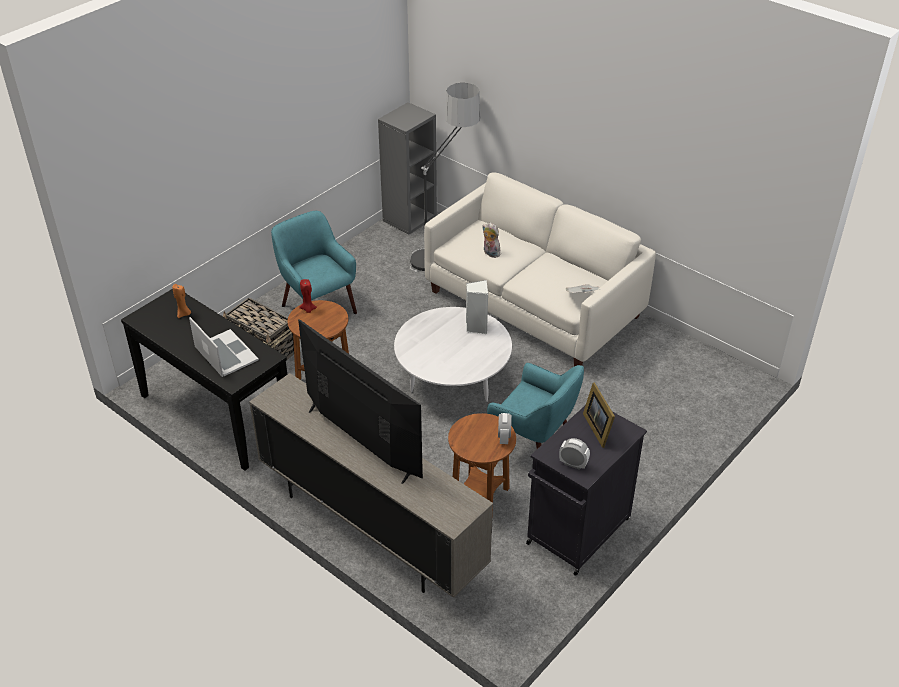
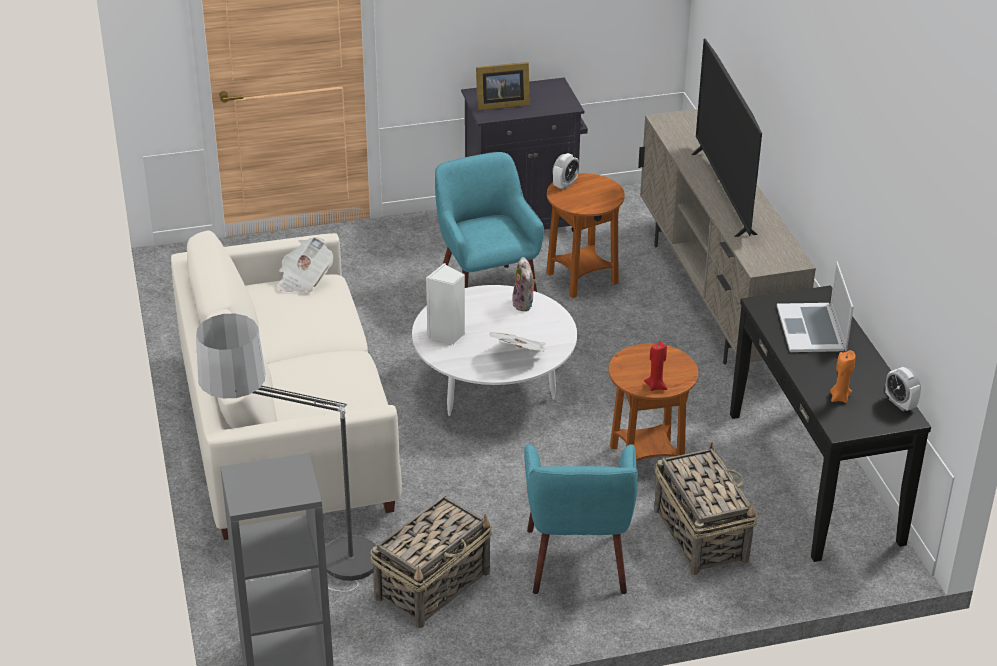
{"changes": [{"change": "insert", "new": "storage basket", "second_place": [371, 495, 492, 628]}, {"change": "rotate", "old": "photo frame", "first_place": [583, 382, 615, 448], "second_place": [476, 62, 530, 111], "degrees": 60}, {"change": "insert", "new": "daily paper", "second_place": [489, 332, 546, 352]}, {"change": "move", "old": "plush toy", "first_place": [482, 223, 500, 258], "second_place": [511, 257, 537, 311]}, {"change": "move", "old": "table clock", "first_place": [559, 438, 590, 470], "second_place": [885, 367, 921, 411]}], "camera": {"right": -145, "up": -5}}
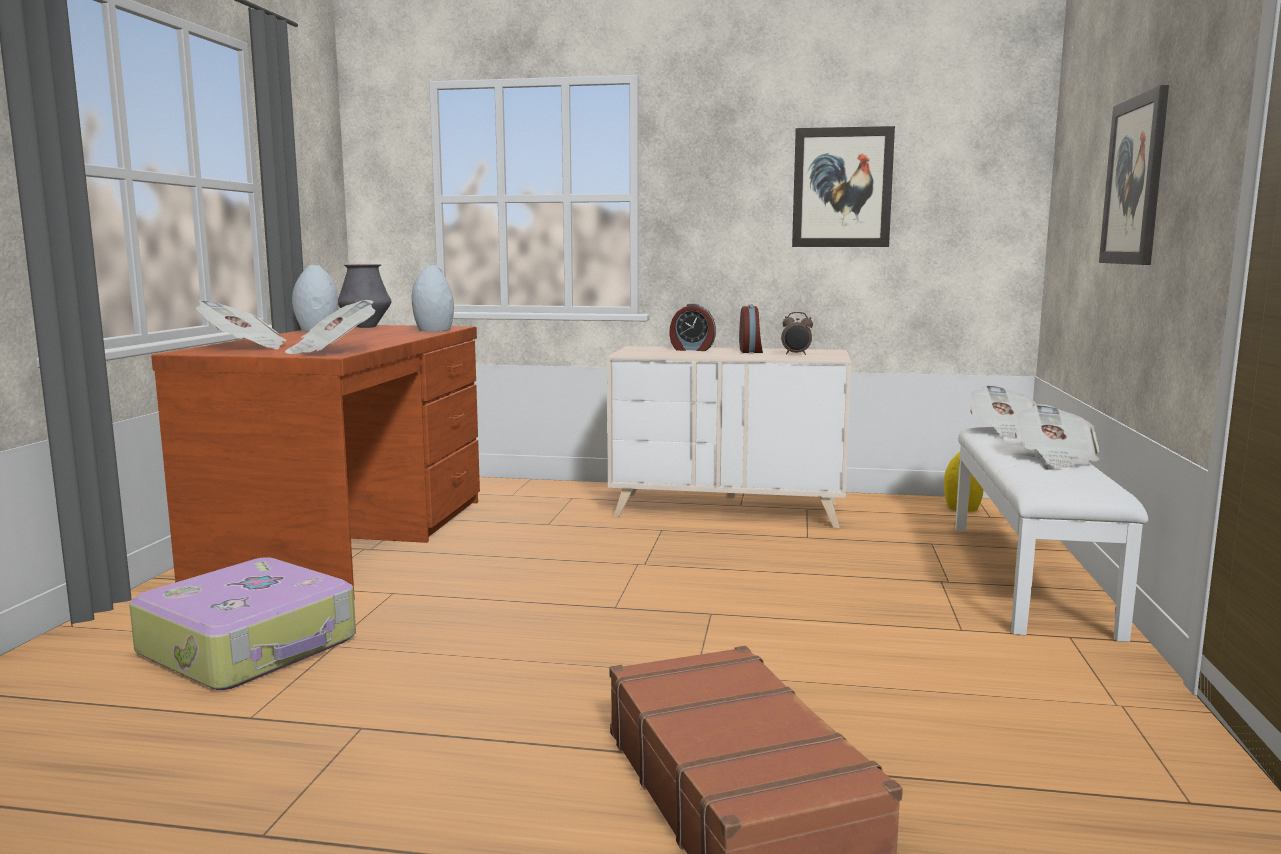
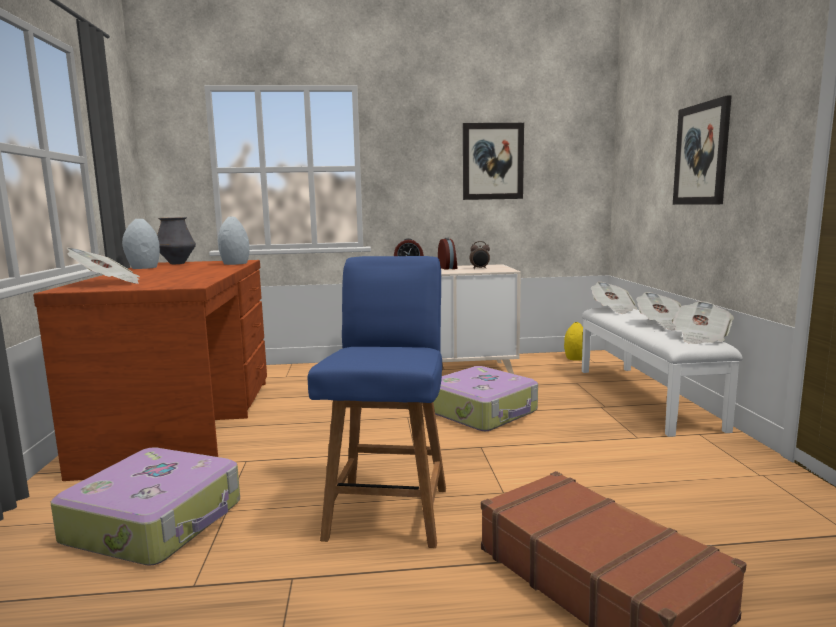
{"changes": [{"change": "insert", "new": "blue chair", "second_place": [308, 256, 446, 548]}, {"change": "insert", "new": "piece of luggage", "second_place": [433, 366, 538, 431]}, {"change": "move", "old": "daily paper", "first_place": [285, 300, 375, 354], "second_place": [672, 301, 734, 344]}], "camera": {"right": -15, "up": 0}}
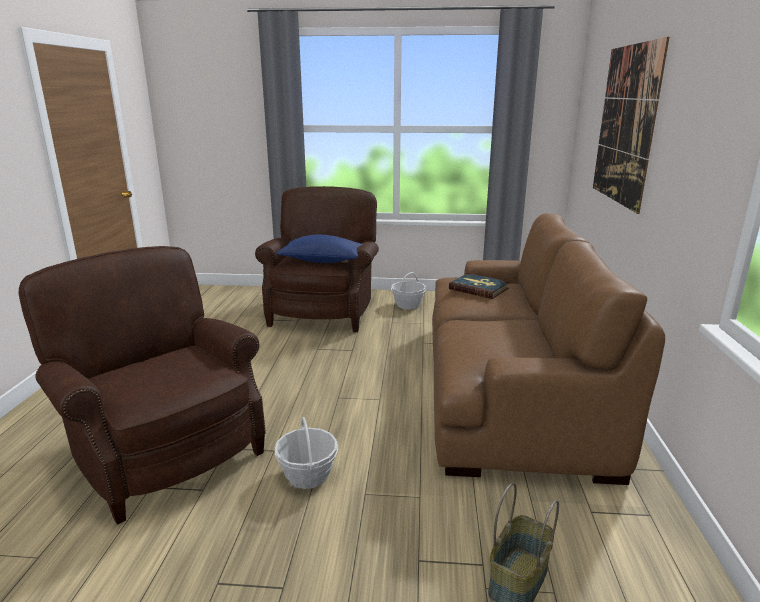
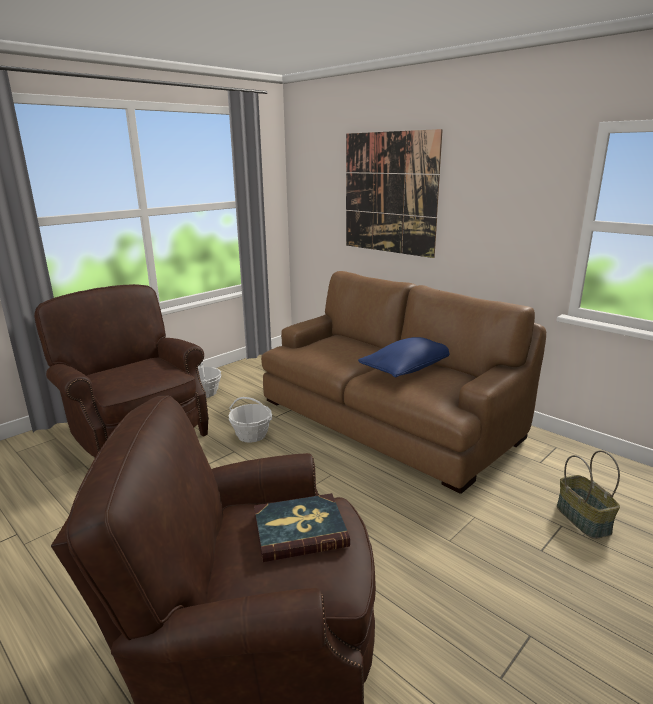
{"changes": [{"change": "move", "old": "storage basket", "first_place": [275, 417, 338, 489], "second_place": [229, 397, 272, 443]}, {"change": "move", "old": "volume", "first_place": [449, 273, 509, 299], "second_place": [254, 493, 350, 562]}, {"change": "move", "old": "blue pillow", "first_place": [276, 235, 363, 263], "second_place": [358, 337, 449, 378]}], "camera": {"right": -50, "up": 0}}
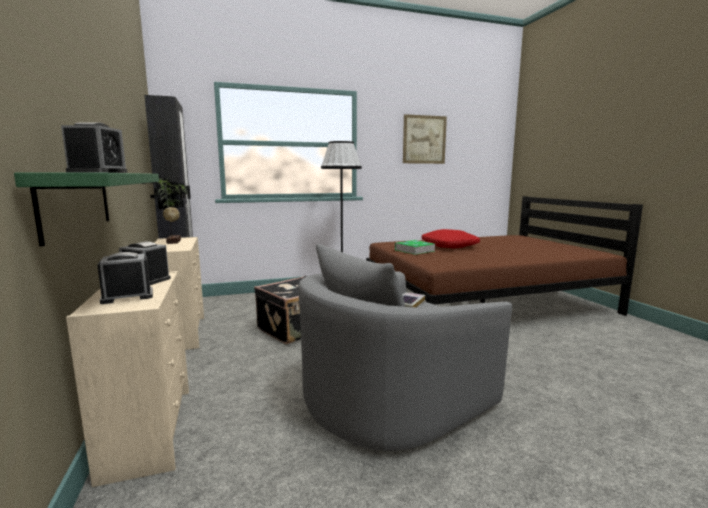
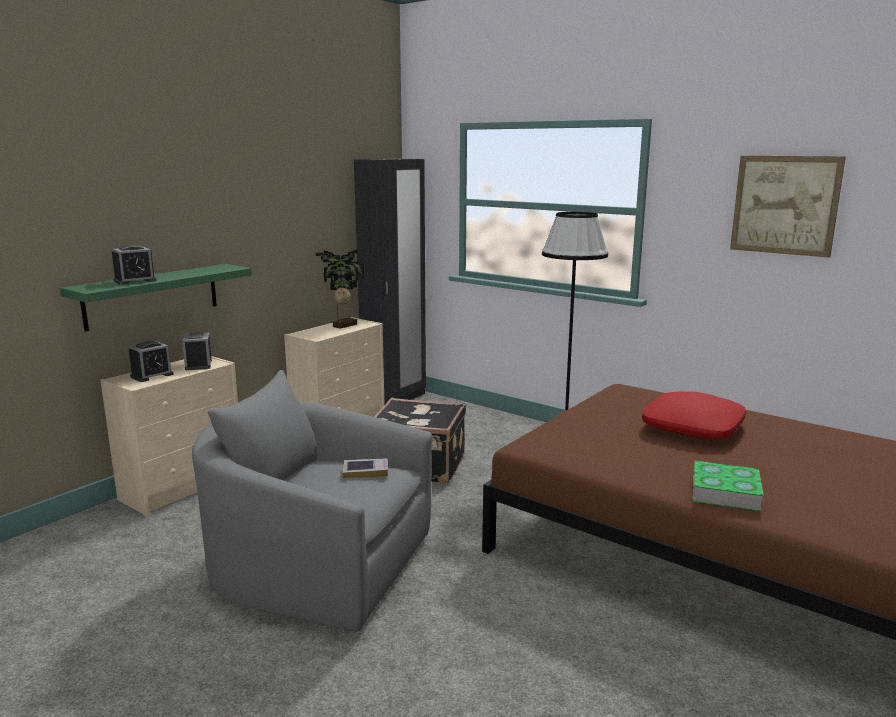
{"changes": [{"change": "rotate", "old": "table clock", "first_place": [97, 252, 153, 304], "second_place": [129, 341, 174, 382], "degrees": 105}, {"change": "move", "old": "volume", "first_place": [395, 240, 435, 255], "second_place": [693, 461, 764, 512]}], "camera": {"right": 55, "up": 5}}
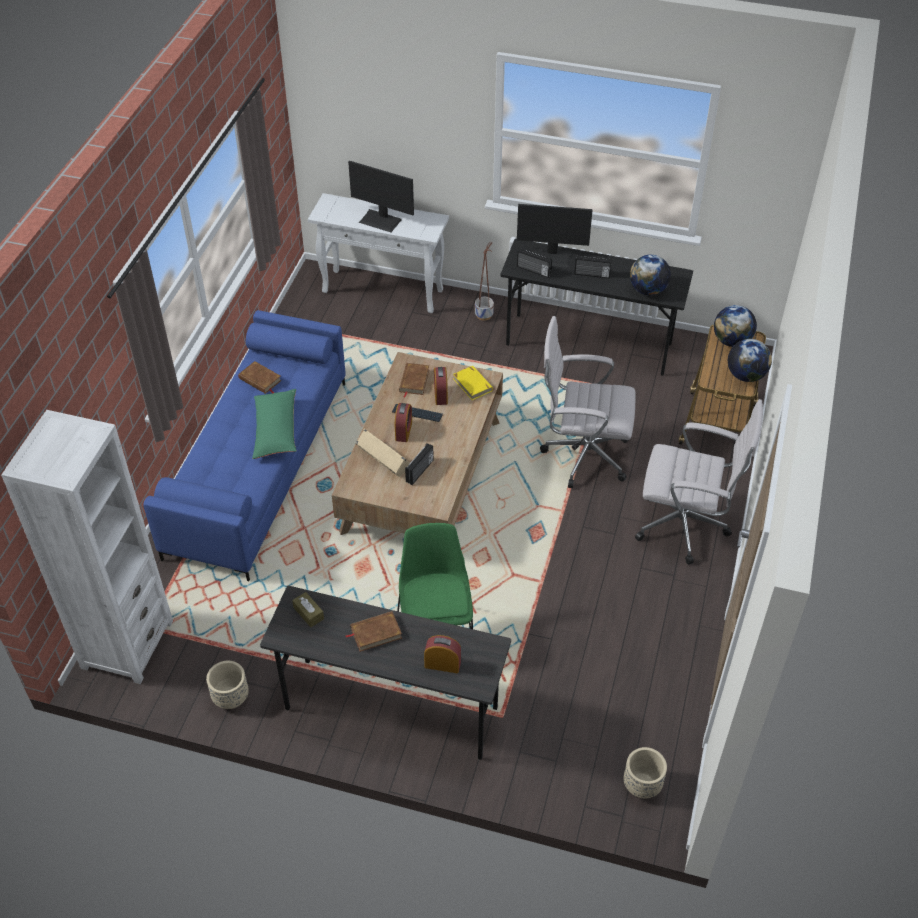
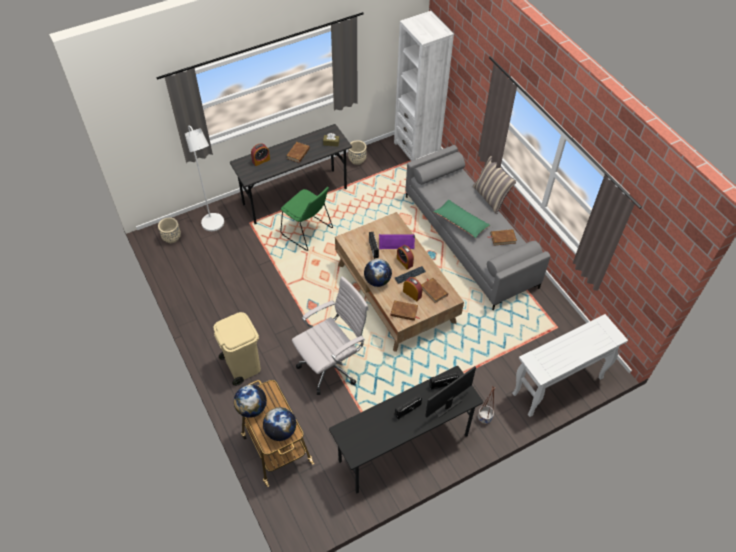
{"changes": [{"change": "insert", "new": "white-coloured floor lamp", "second_place": [185, 126, 224, 231]}, {"change": "replace", "old": "white-coloured computer chair", "new": "sand-coloured trash can", "first_place": [635, 399, 763, 565], "second_place": [213, 312, 261, 386]}, {"change": "move", "old": "desk globe", "first_place": [630, 254, 671, 296], "second_place": [364, 259, 392, 287]}, {"change": "recolor", "old": "sand-coloured speaker", "new": "purplish speaker", "first_place": [356, 428, 410, 477], "second_place": [379, 234, 415, 249]}, {"change": "recolor", "old": "yellowish volume", "new": "brown volume", "first_place": [453, 365, 493, 400], "second_place": [390, 300, 420, 321]}, {"change": "recolor", "old": "blue settee", "new": "greyish settee", "first_place": [143, 310, 346, 581], "second_place": [405, 145, 551, 310]}, {"change": "insert", "new": "pillow", "second_place": [473, 156, 516, 214]}, {"change": "delete", "old": "monitor", "first_place": [348, 161, 414, 232]}], "camera": {"right": 135, "up": 5}}
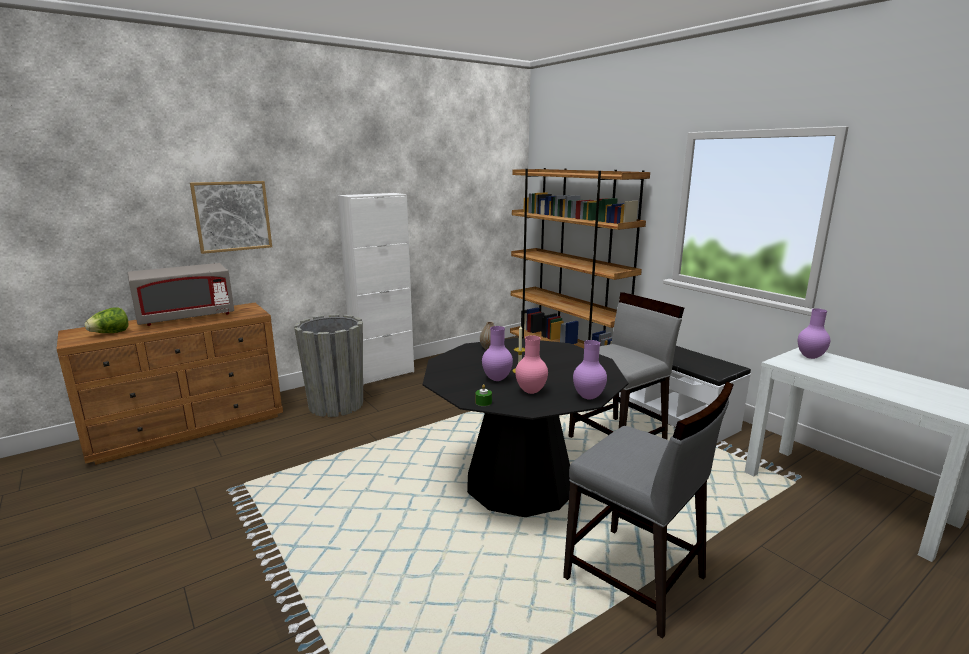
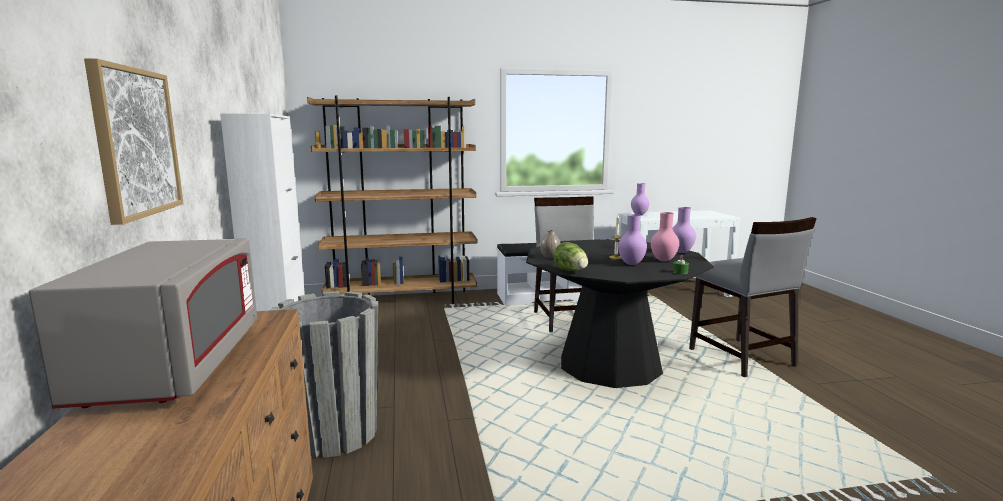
{"changes": [{"change": "move", "old": "lettuce", "first_place": [84, 307, 129, 333], "second_place": [553, 242, 588, 271]}, {"change": "rotate", "old": "greyish chair", "first_place": [563, 381, 734, 638], "second_place": [689, 217, 817, 377], "degrees": 90}], "camera": {"right": -65, "up": -5}}
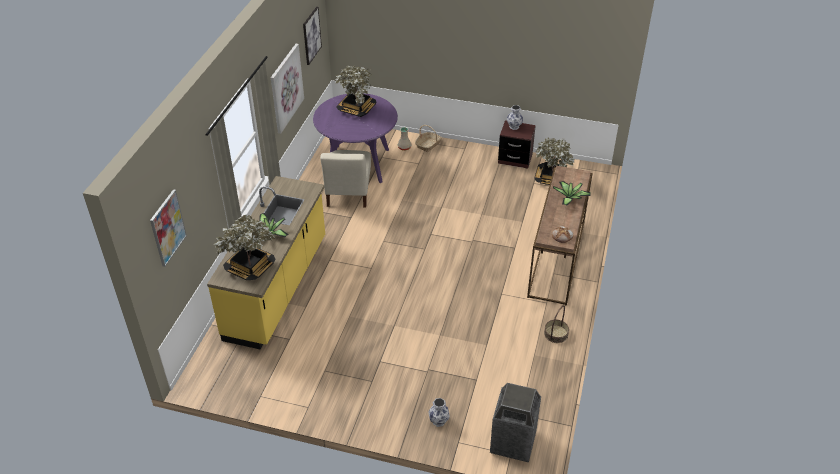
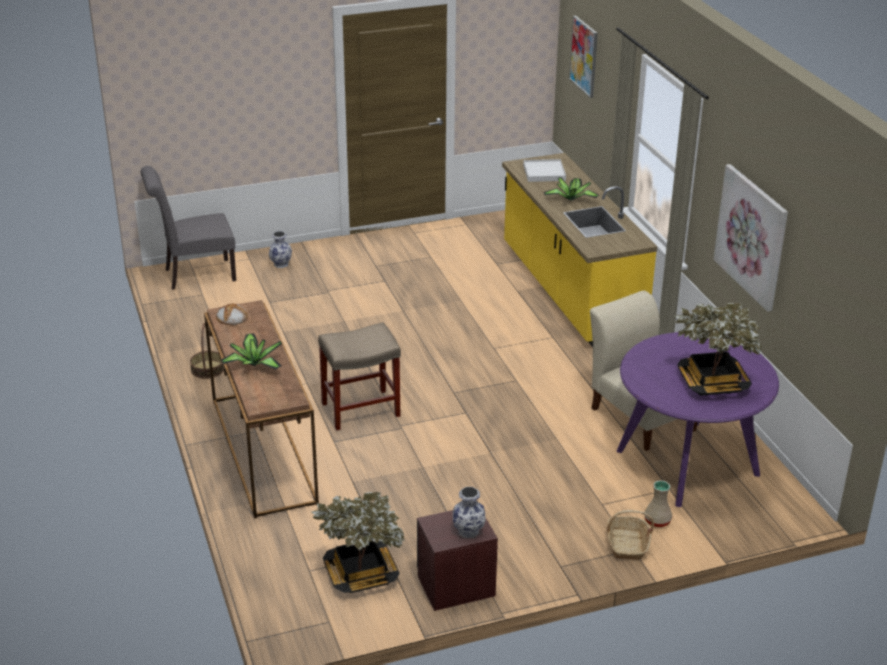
{"changes": [{"change": "replace", "old": "trash can", "new": "greyish chair", "first_place": [490, 383, 541, 462], "second_place": [140, 166, 236, 290]}, {"change": "insert", "new": "sand-coloured stool seat", "second_place": [318, 322, 401, 430]}, {"change": "replace", "old": "houseplant", "new": "white-coloured tray", "first_place": [214, 214, 276, 280], "second_place": [523, 159, 566, 182]}, {"change": "delete", "old": "picture", "first_place": [303, 7, 322, 65]}], "camera": {"right": 145, "up": -10}}
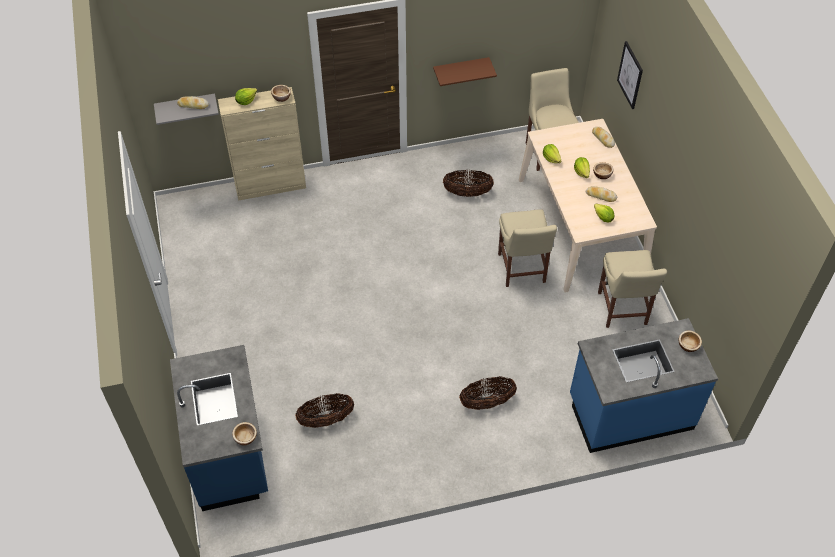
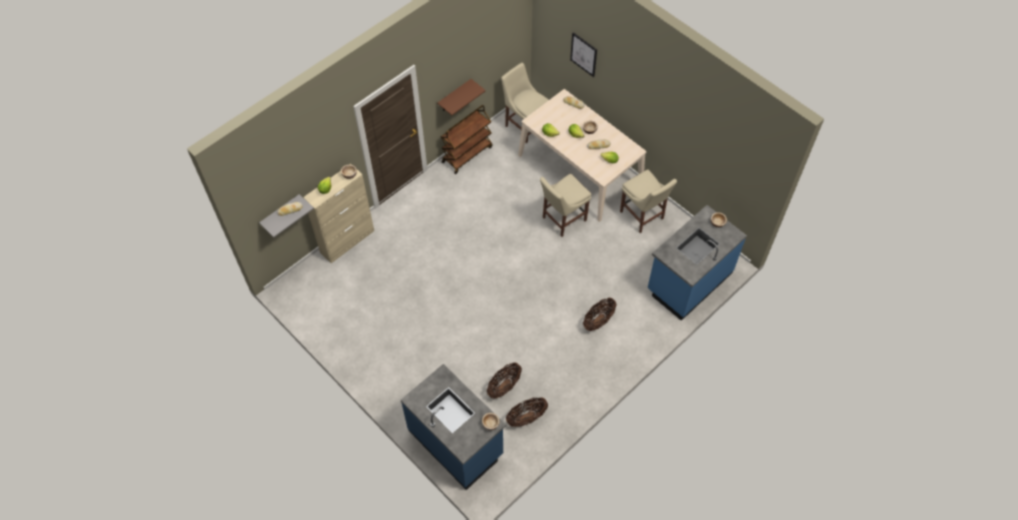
{"changes": [{"change": "insert", "new": "brown wheeled cart", "second_place": [441, 105, 492, 174]}, {"change": "move", "old": "storage basket", "first_place": [443, 170, 494, 197], "second_place": [506, 397, 548, 427]}, {"change": "rotate", "old": "sand-coloured chair", "first_place": [498, 209, 557, 287], "second_place": [540, 174, 591, 237], "degrees": 90}], "camera": {"right": -30, "up": 5}}
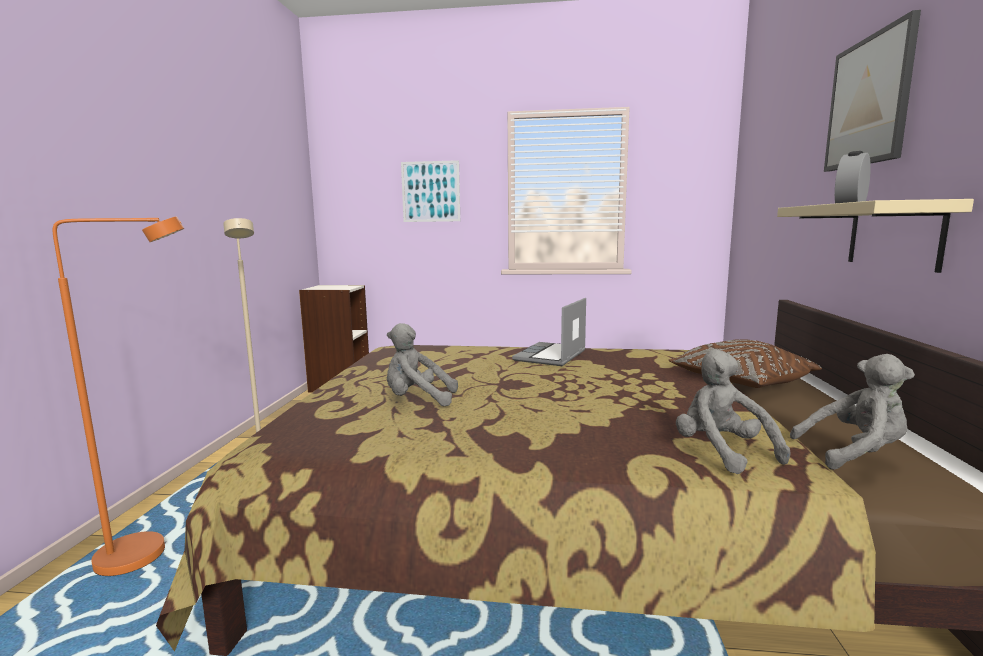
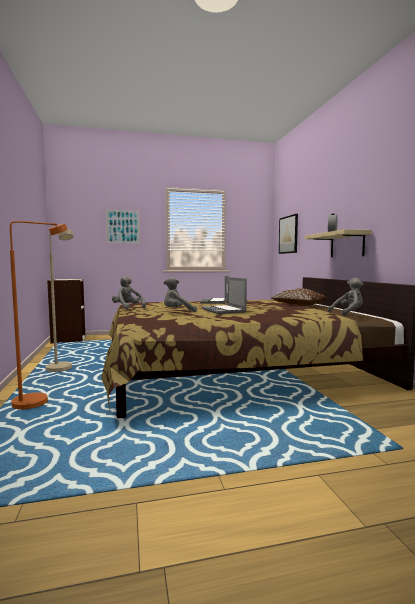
{"changes": [{"change": "move", "old": "greyish plush toy", "first_place": [676, 349, 791, 474], "second_place": [112, 276, 146, 310]}, {"change": "insert", "new": "portable computer", "second_place": [202, 277, 247, 314]}, {"change": "move", "old": "picture", "first_place": [824, 10, 921, 172], "second_place": [279, 214, 298, 254]}], "camera": {"right": -20, "up": -5}}
